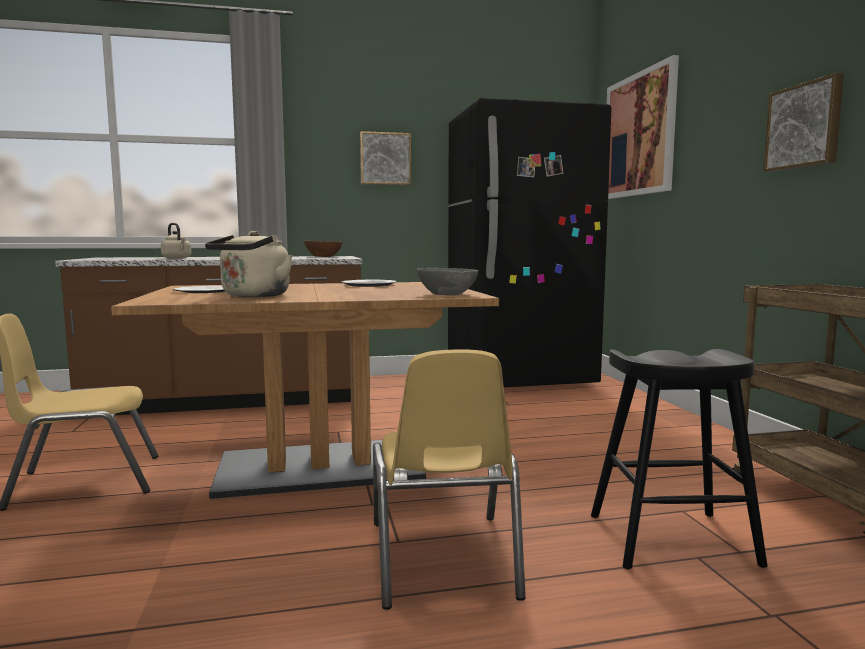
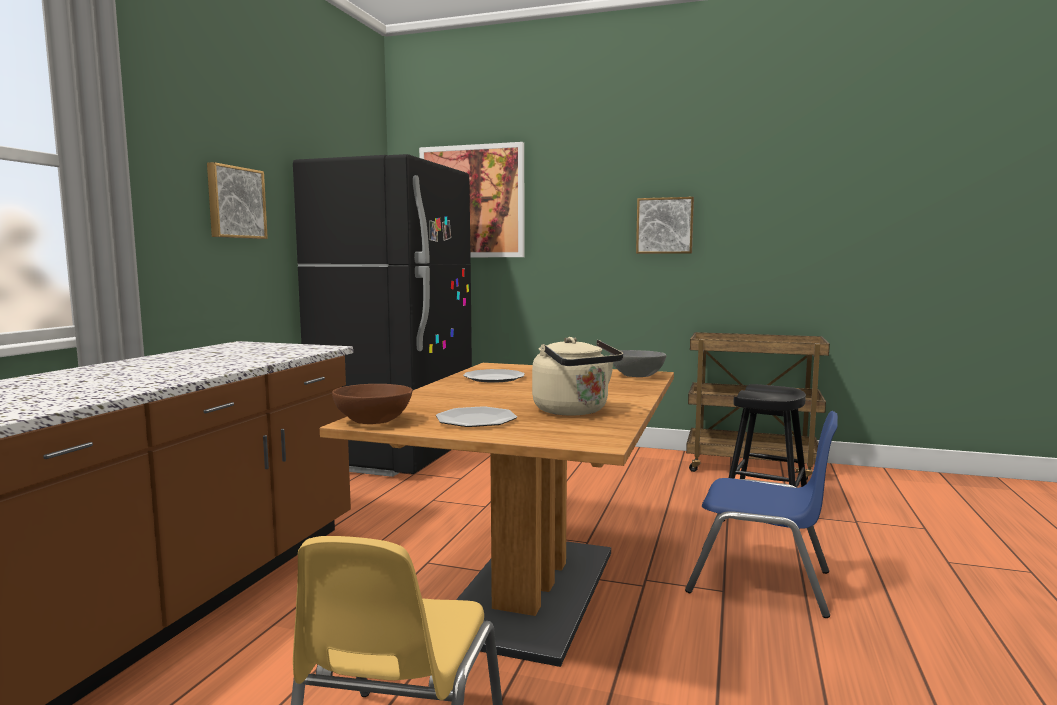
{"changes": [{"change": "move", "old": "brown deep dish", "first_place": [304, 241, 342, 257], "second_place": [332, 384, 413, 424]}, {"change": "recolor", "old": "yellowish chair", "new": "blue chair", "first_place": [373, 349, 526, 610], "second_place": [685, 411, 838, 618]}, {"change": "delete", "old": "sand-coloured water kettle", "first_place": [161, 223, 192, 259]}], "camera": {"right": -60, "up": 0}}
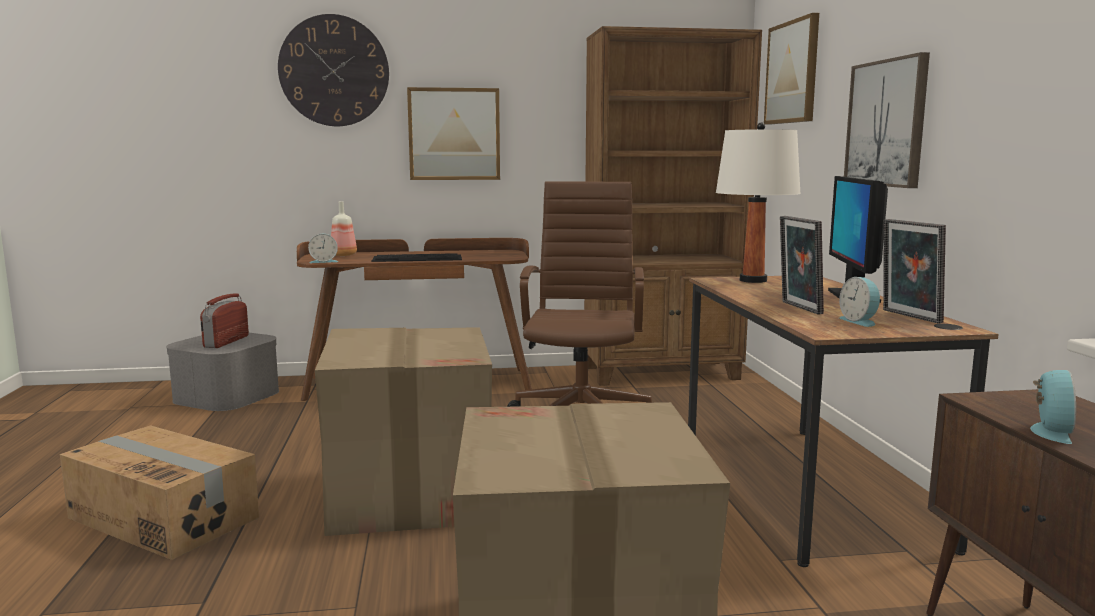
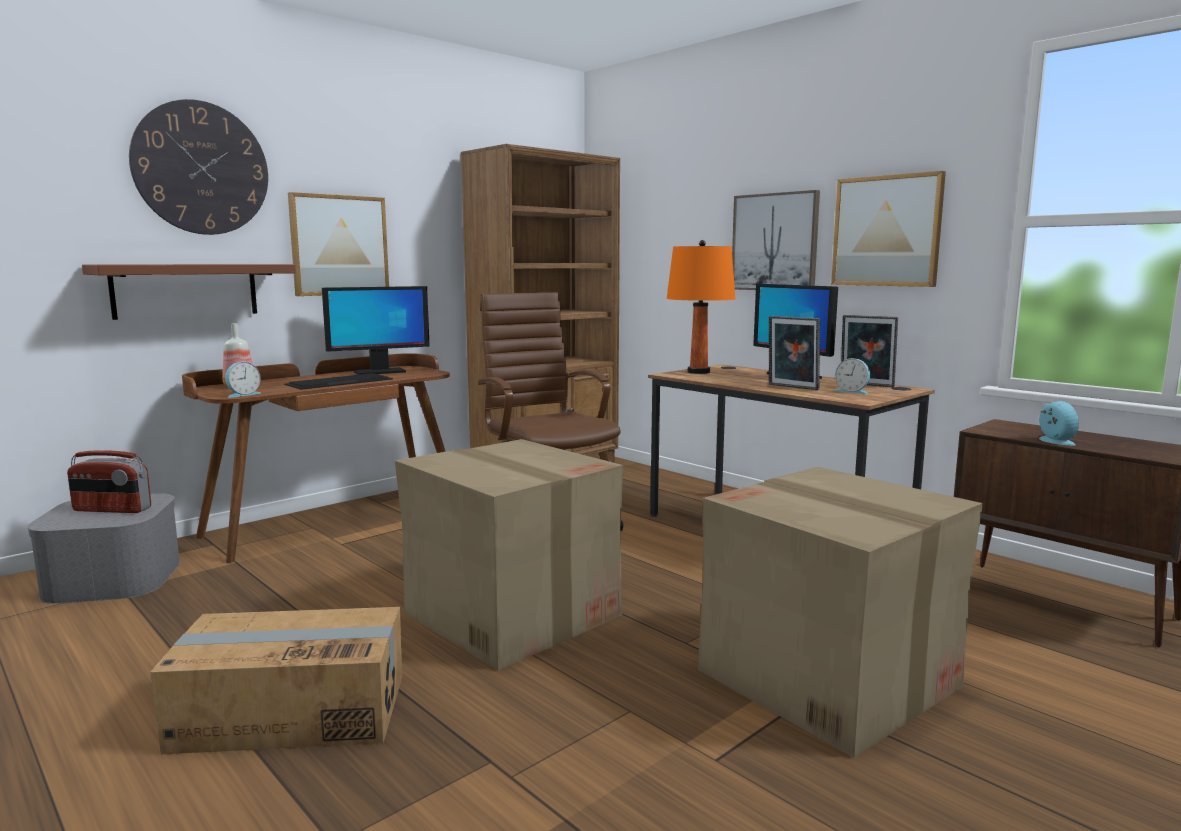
{"changes": [{"change": "rotate", "old": "radio", "first_place": [200, 293, 249, 348], "second_place": [67, 450, 151, 513], "degrees": -60}, {"change": "insert", "new": "brown shelf", "second_place": [82, 264, 296, 320]}, {"change": "insert", "new": "monitor", "second_place": [322, 286, 430, 375]}, {"change": "recolor", "old": "white-coloured lamp for a table", "new": "orange-coloured lamp for a table", "first_place": [716, 122, 801, 283], "second_place": [666, 240, 735, 374]}, {"change": "move", "old": "picture", "first_place": [764, 13, 819, 125], "second_place": [831, 171, 946, 287]}], "camera": {"right": -35, "up": 0}}
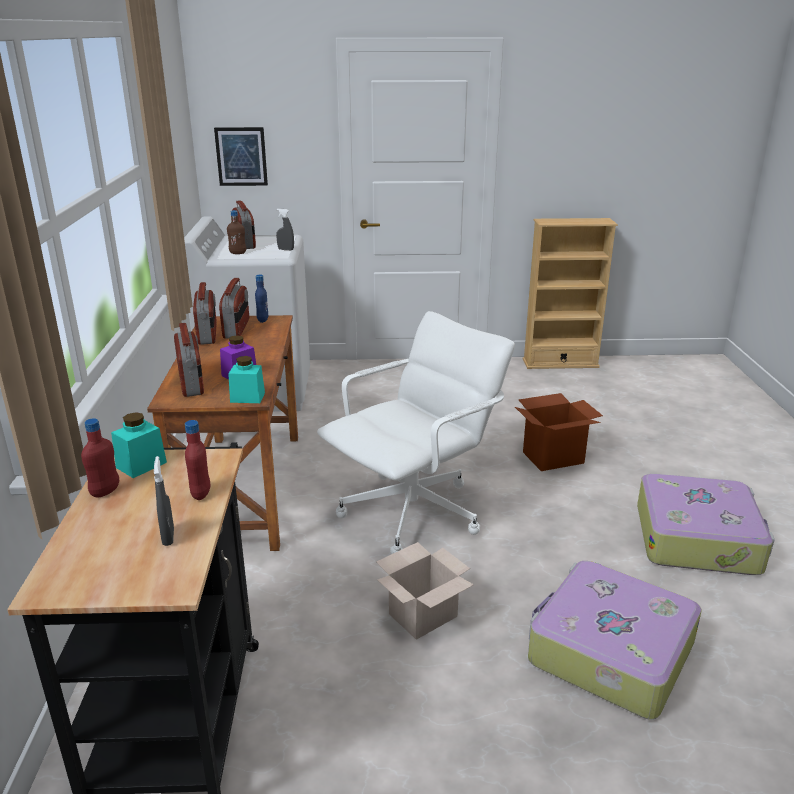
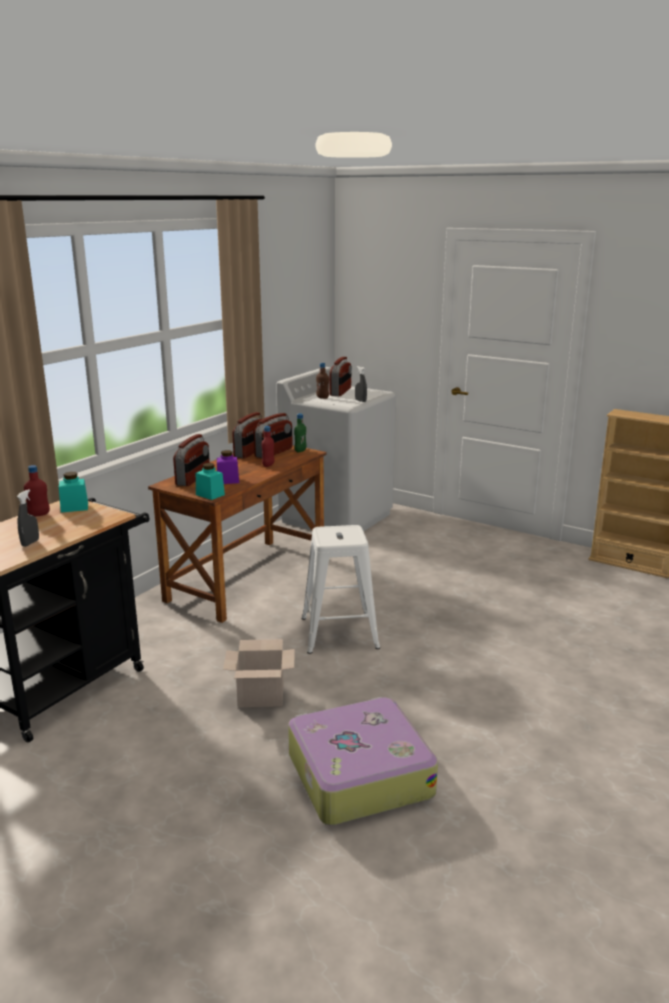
{"changes": [{"change": "move", "old": "red beverage bottle", "first_place": [185, 420, 211, 500], "second_place": [262, 426, 275, 467]}, {"change": "recolor", "old": "blue beverage bottle", "new": "greenish beverage bottle", "first_place": [255, 275, 268, 323], "second_place": [294, 413, 307, 452]}, {"change": "replace", "old": "white-coloured computer chair", "new": "white-coloured stool seat", "first_place": [317, 311, 515, 554], "second_place": [301, 525, 380, 654]}, {"change": "delete", "old": "picture", "first_place": [214, 127, 268, 186]}, {"change": "delete", "old": "cardboard box", "first_place": [515, 393, 603, 471]}, {"change": "delete", "old": "piece of luggage", "first_place": [637, 474, 775, 575]}], "camera": {"right": 35, "up": -5}}
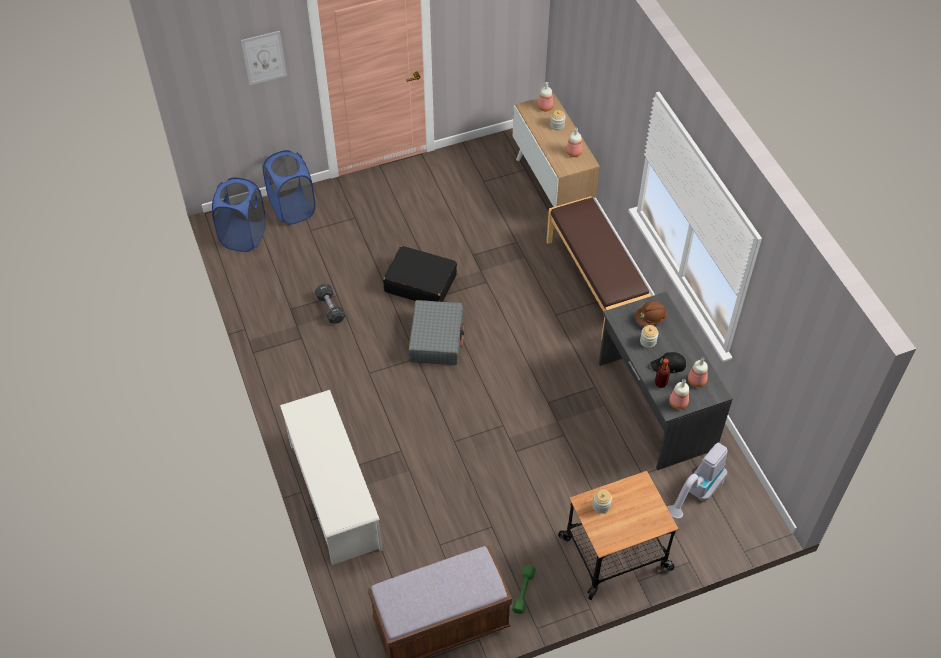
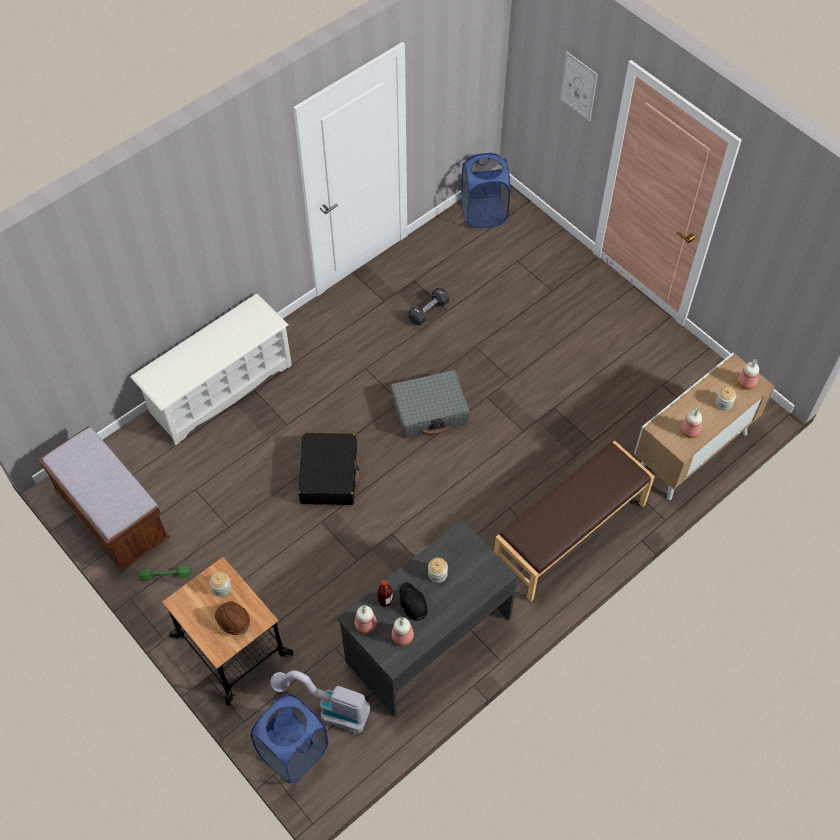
{"changes": [{"change": "move", "old": "brown work helmet", "first_place": [635, 301, 667, 326], "second_place": [215, 601, 250, 635]}, {"change": "move", "old": "blue laundry basket", "first_place": [263, 150, 316, 225], "second_place": [251, 695, 328, 783]}, {"change": "move", "old": "black piece of luggage", "first_place": [383, 246, 457, 302], "second_place": [298, 433, 360, 505]}], "camera": {"right": 70, "up": 5}}
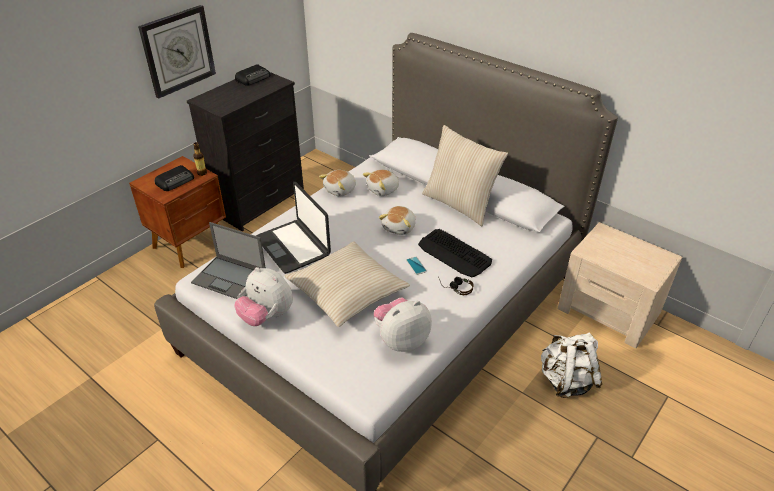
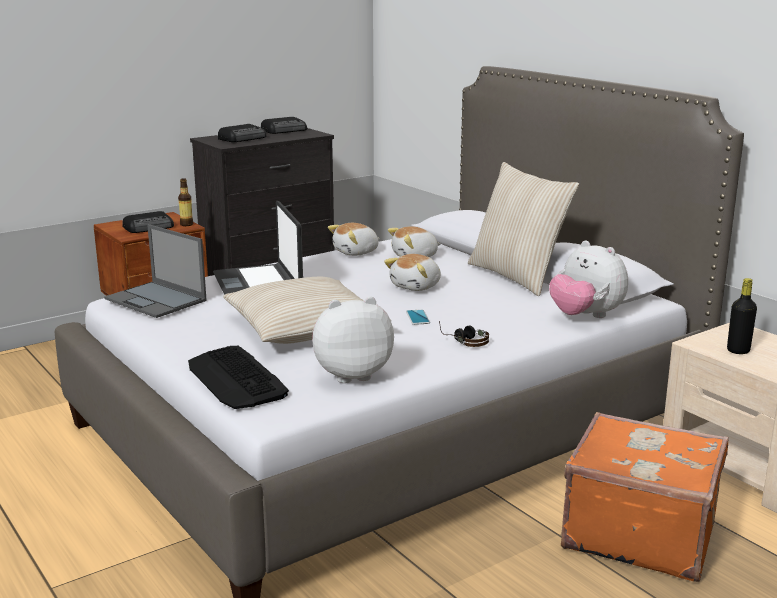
{"changes": [{"change": "move", "old": "computer keyboard", "first_place": [418, 229, 492, 277], "second_place": [188, 346, 289, 409]}, {"change": "insert", "new": "radio", "second_place": [218, 124, 266, 142]}, {"change": "move", "old": "plush toy", "first_place": [234, 267, 293, 326], "second_place": [549, 240, 628, 318]}, {"change": "replace", "old": "white-coloured backpack", "new": "orange-coloured piece of luggage", "first_place": [541, 333, 602, 398], "second_place": [561, 412, 729, 582]}, {"change": "insert", "new": "black beverage bottle", "second_place": [727, 278, 757, 354]}, {"change": "delete", "old": "wall clock", "first_place": [138, 5, 216, 98]}], "camera": {"right": 15, "up": -20}}
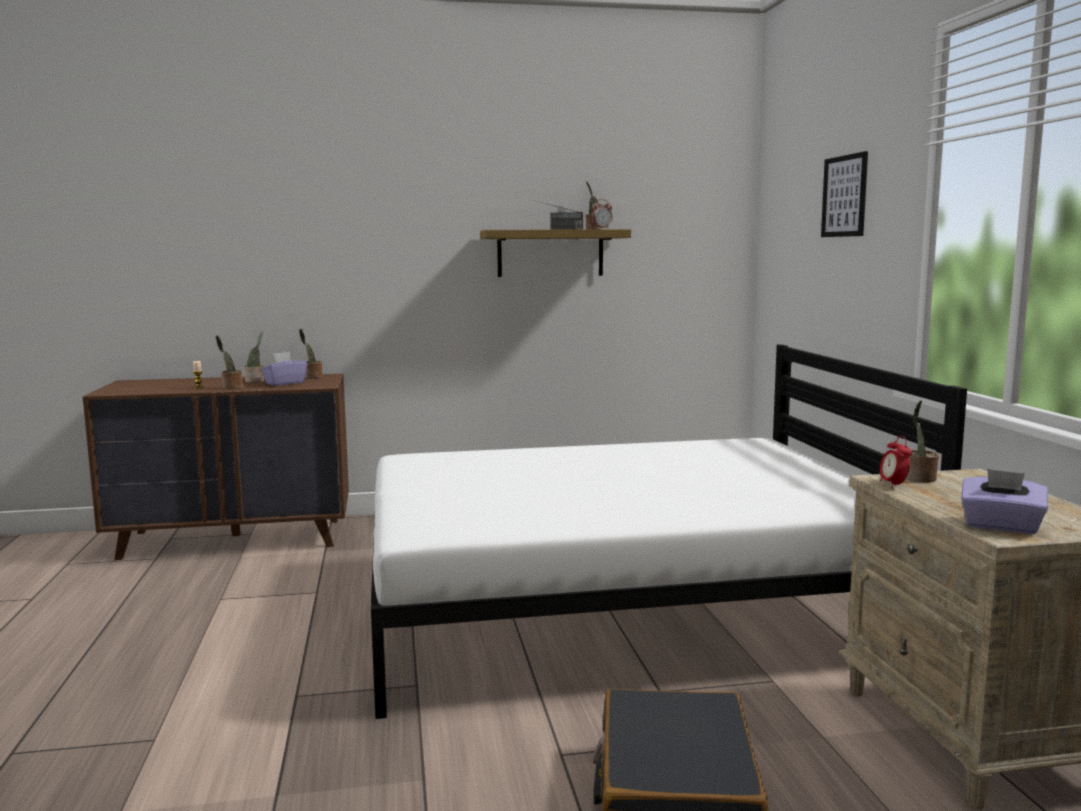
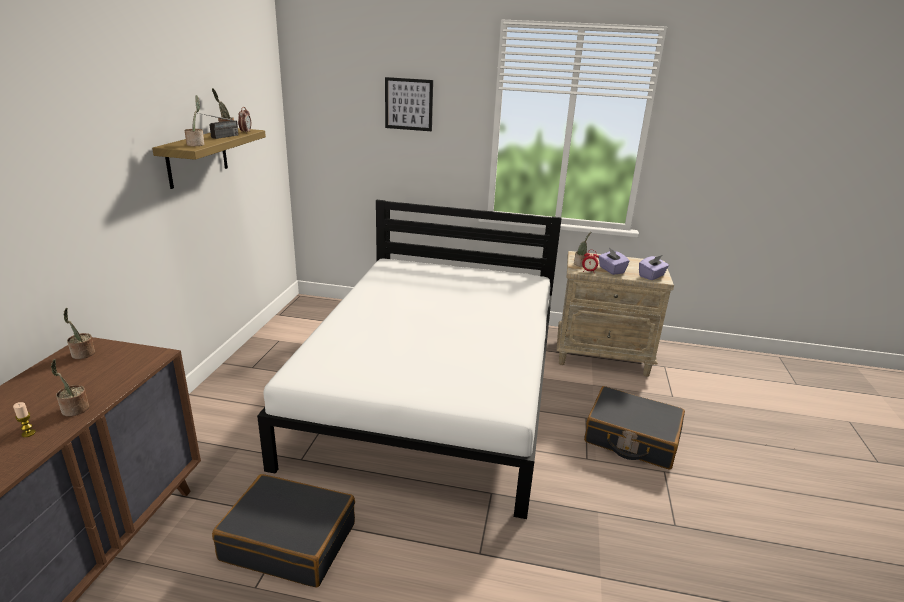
{"changes": [{"change": "move", "old": "houseplant", "first_place": [244, 330, 264, 383], "second_place": [184, 95, 205, 146]}, {"change": "insert", "new": "black piece of luggage", "second_place": [212, 474, 355, 588]}, {"change": "move", "old": "purplish box of tissues", "first_place": [261, 352, 307, 386], "second_place": [599, 248, 629, 275]}], "camera": {"right": -70, "up": 15}}
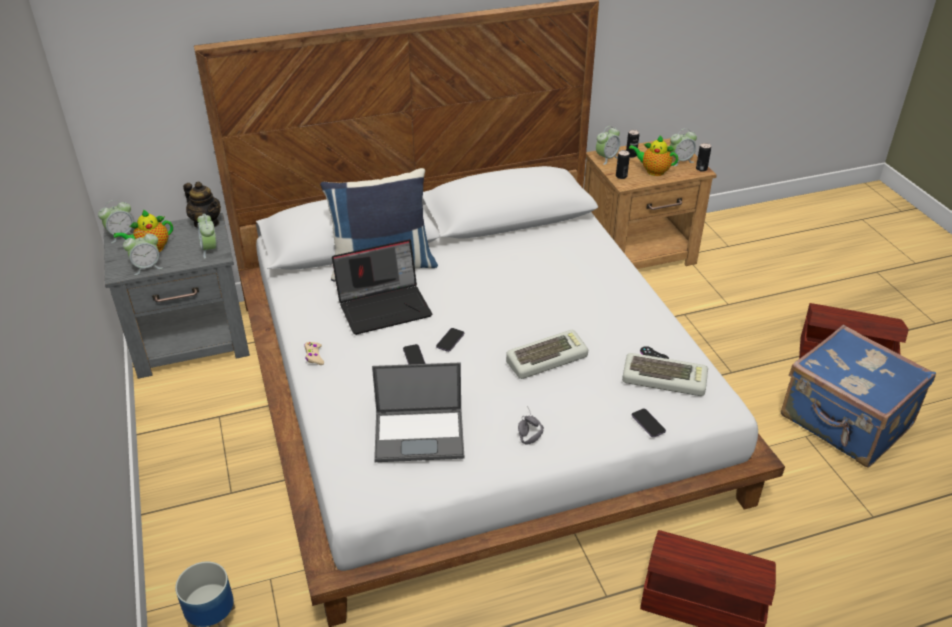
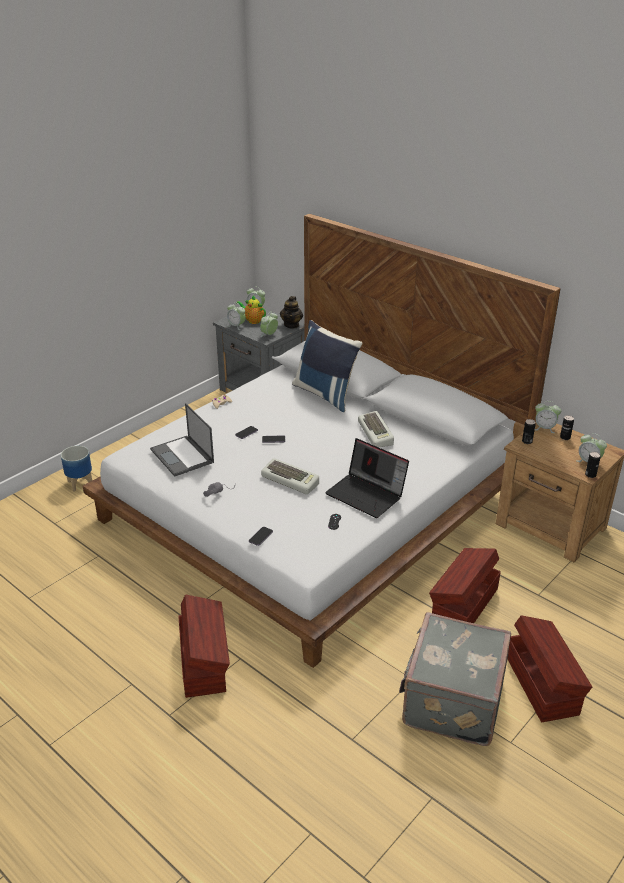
{"changes": [{"change": "move", "old": "portable computer", "first_place": [332, 239, 432, 335], "second_place": [325, 438, 409, 518]}, {"change": "move", "old": "computer keyboard", "first_place": [622, 353, 708, 396], "second_place": [358, 411, 394, 447]}, {"change": "recolor", "old": "blue piece of luggage", "new": "greyish piece of luggage", "first_place": [781, 325, 936, 468], "second_place": [399, 612, 511, 746]}, {"change": "insert", "new": "brown storage container", "second_place": [429, 548, 501, 623]}, {"change": "delete", "old": "tea pot", "first_place": [628, 136, 678, 176]}], "camera": {"right": 60, "up": -5}}
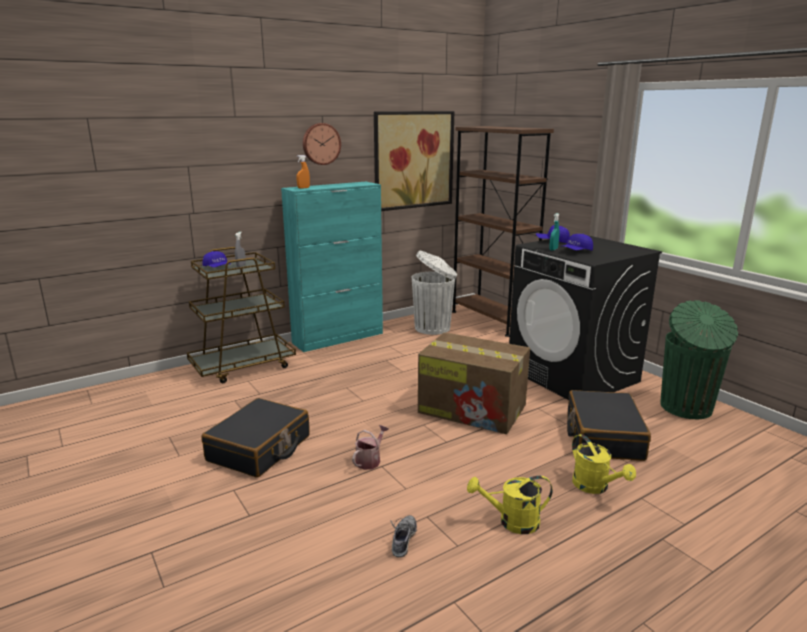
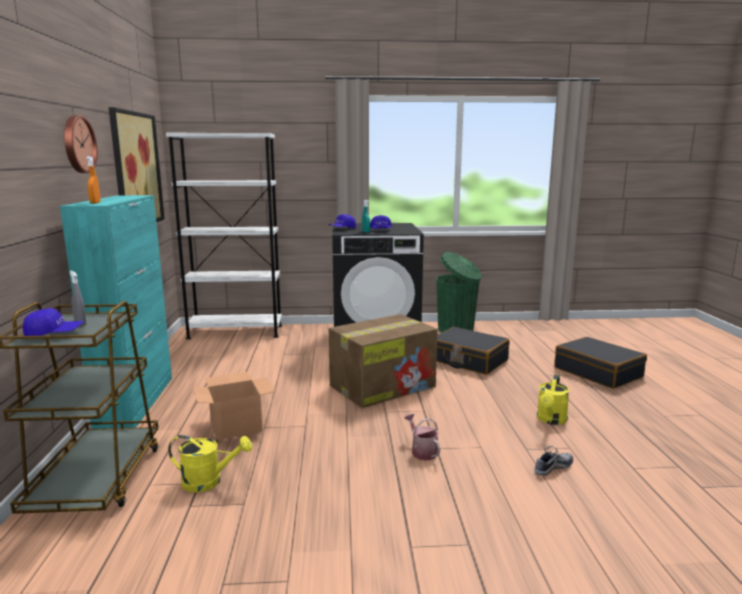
{"changes": [{"change": "recolor", "old": "brown shelving unit", "new": "white-coloured shelving unit", "first_place": [452, 126, 554, 337], "second_place": [166, 133, 282, 340]}, {"change": "move", "old": "yellowish watering pot", "first_place": [572, 434, 636, 494], "second_place": [168, 435, 252, 492]}, {"change": "insert", "new": "cardboard box", "second_place": [193, 372, 276, 440]}, {"change": "rotate", "old": "low shoe", "first_place": [391, 515, 418, 558], "second_place": [534, 446, 573, 476], "degrees": 105}, {"change": "move", "old": "black piece of luggage", "first_place": [201, 398, 310, 478], "second_place": [554, 337, 647, 389]}, {"change": "delete", "old": "white-coloured trash can", "first_place": [412, 251, 457, 335]}], "camera": {"right": -60, "up": -5}}
